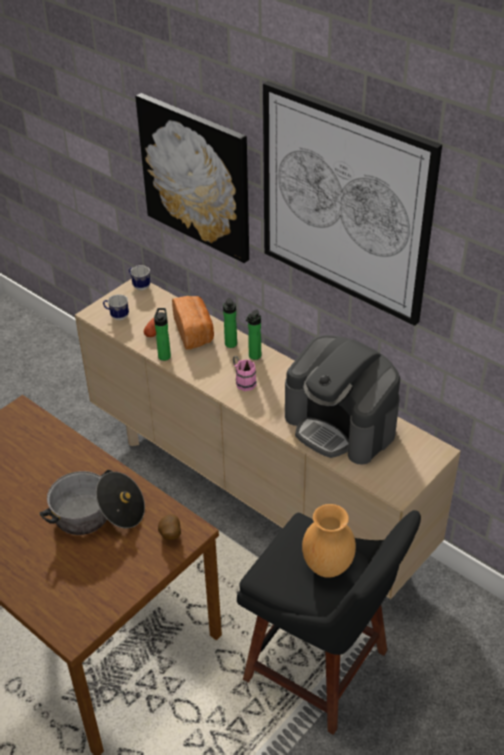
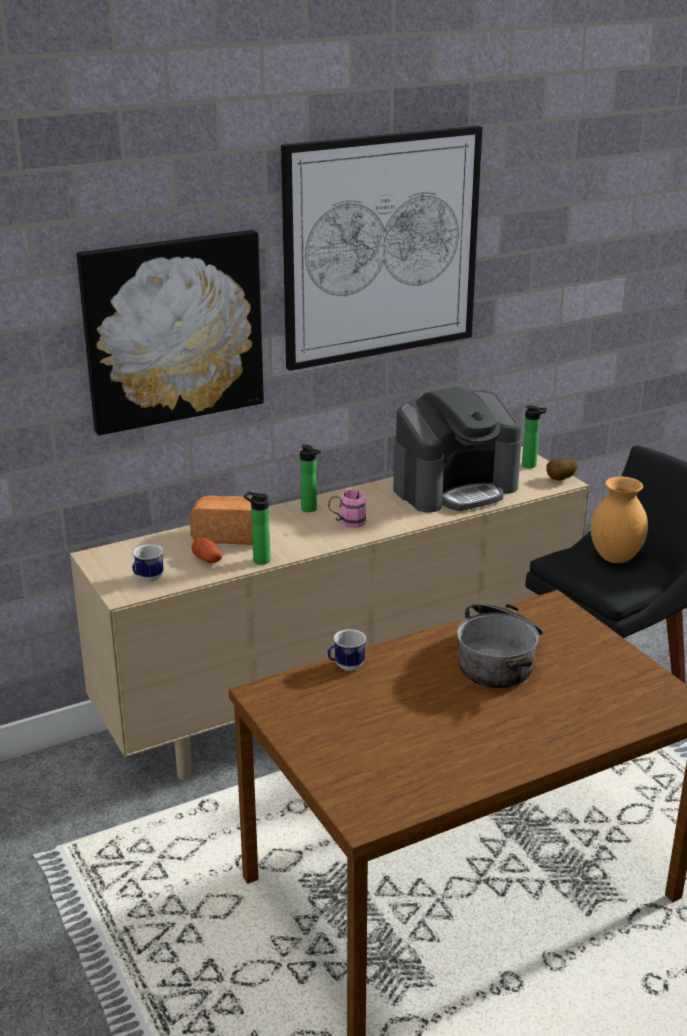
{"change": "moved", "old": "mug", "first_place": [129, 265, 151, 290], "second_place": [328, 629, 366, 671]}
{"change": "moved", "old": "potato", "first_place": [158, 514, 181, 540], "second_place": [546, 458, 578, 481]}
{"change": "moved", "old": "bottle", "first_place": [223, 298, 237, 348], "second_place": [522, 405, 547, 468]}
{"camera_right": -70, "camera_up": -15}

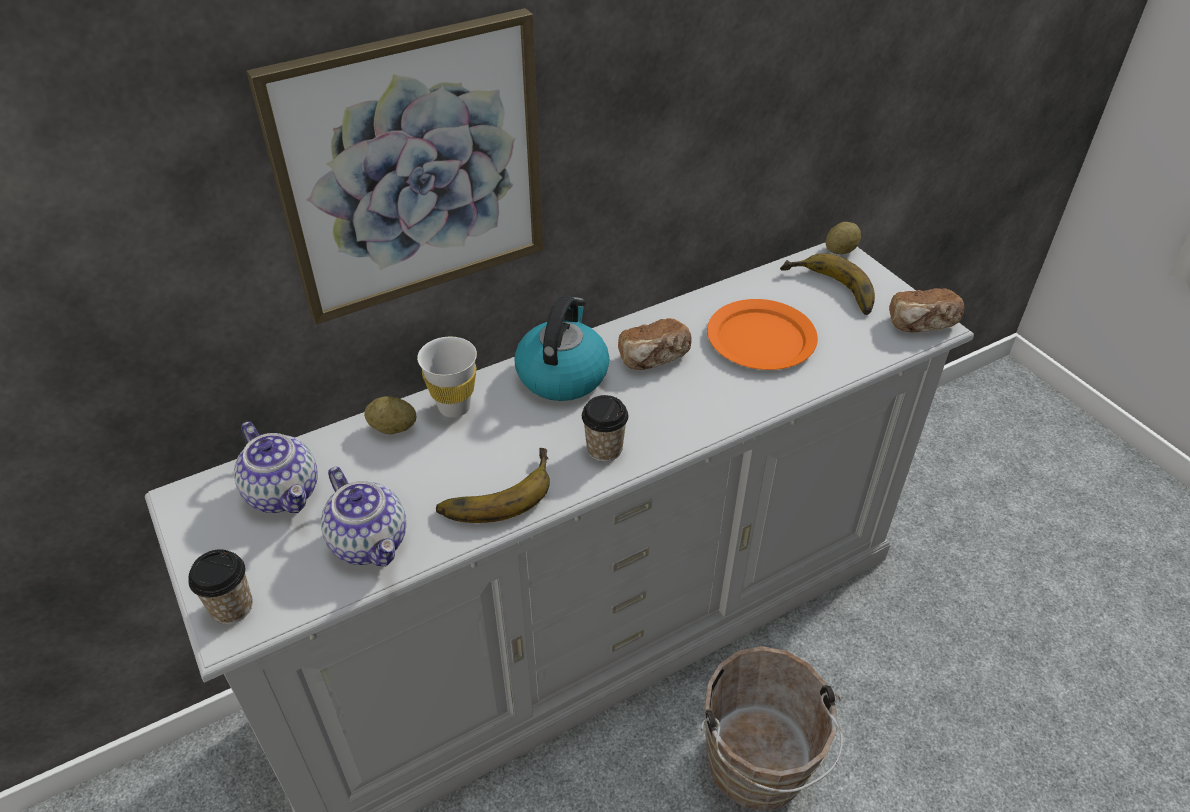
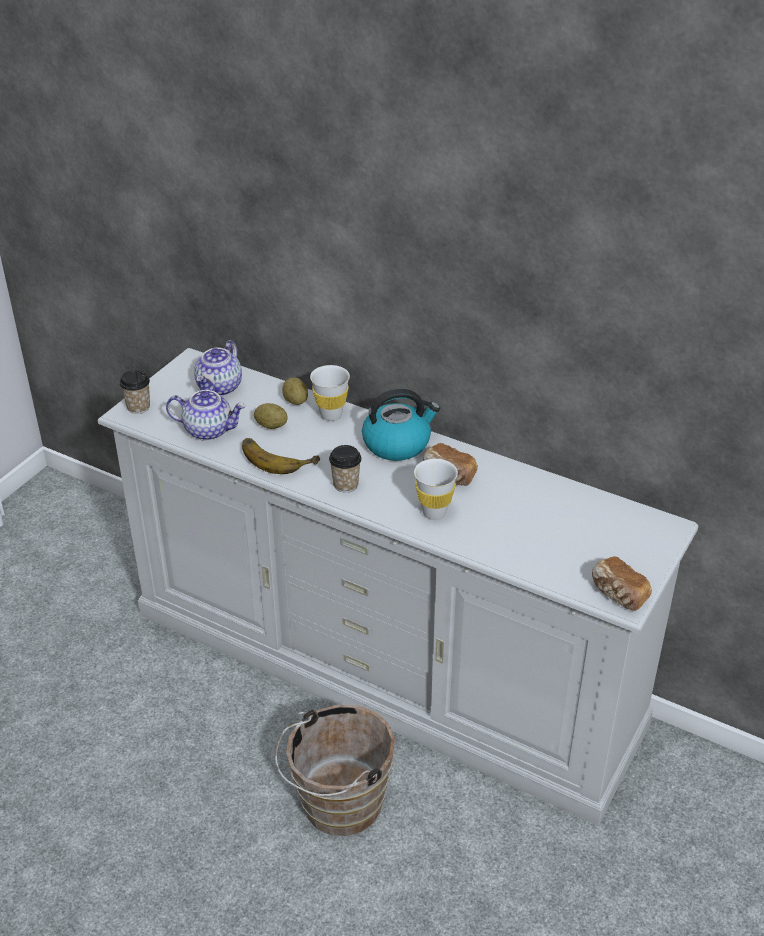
{"change": "removed", "old": "picture", "first_place": [246, 8, 543, 324]}
{"change": "removed", "old": "orange plate", "first_place": [707, 299, 818, 370]}
{"change": "removed", "old": "banana", "first_place": [780, 253, 875, 315]}
{"change": "added", "new": "white cup", "second_place": [414, 459, 458, 520]}
{"change": "moved", "old": "potato", "first_place": [826, 222, 861, 254], "second_place": [254, 403, 288, 429]}
{"change": "turned", "old": "teapot", "first_place": [321, 467, 406, 566], "second_place": [166, 390, 246, 441], "degrees": -105}
{"camera_right": 60, "camera_up": -5}

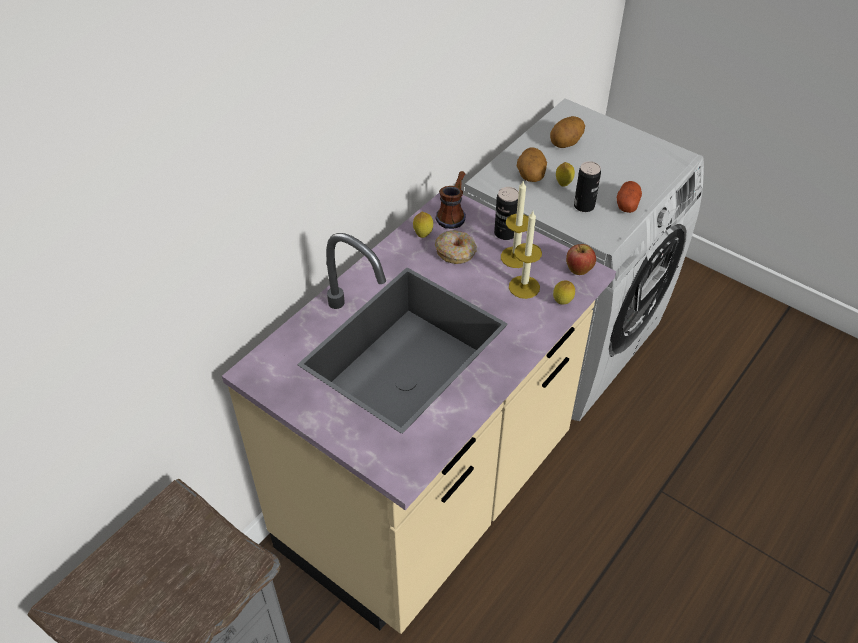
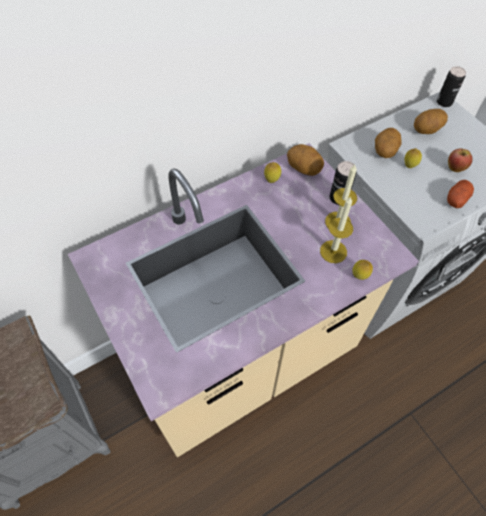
{"change": "removed", "old": "donut", "first_place": [435, 230, 477, 264]}
{"change": "moved", "old": "apple", "first_place": [566, 244, 596, 275], "second_place": [448, 148, 472, 172]}
{"change": "moved", "old": "can", "first_place": [574, 161, 601, 212], "second_place": [437, 66, 466, 107]}
{"change": "replaced", "old": "mug", "new": "potato", "first_place": [436, 171, 466, 229], "second_place": [287, 144, 324, 176]}
{"camera_right": 20, "camera_up": 10}

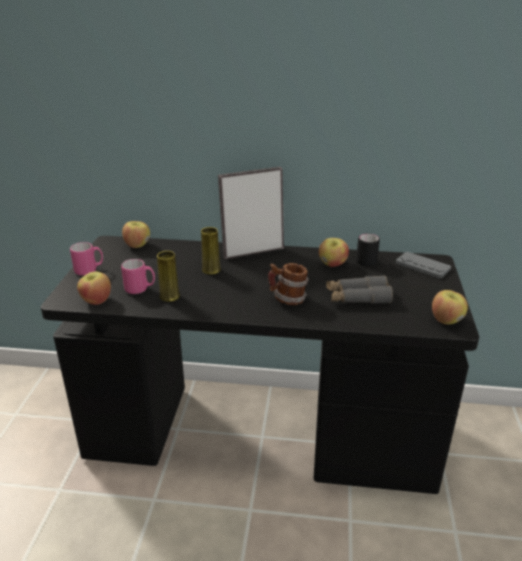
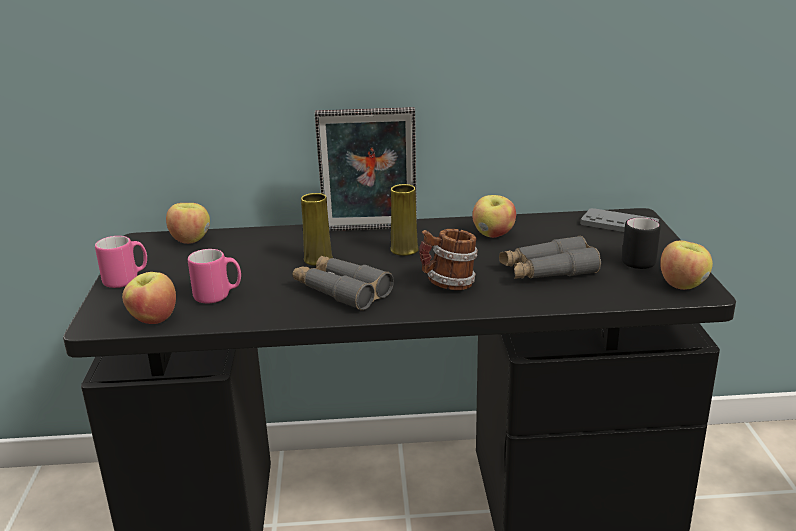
{"change": "added", "new": "grey binoculars", "second_place": [292, 256, 394, 310]}
{"change": "moved", "old": "yellow vase", "first_place": [157, 251, 180, 302], "second_place": [390, 184, 419, 256]}
{"change": "moved", "old": "black mug", "first_place": [356, 233, 380, 266], "second_place": [622, 217, 661, 269]}
{"change": "turned", "old": "picture frame", "first_place": [218, 167, 284, 259], "second_place": [315, 107, 417, 231], "degrees": -150}
{"camera_right": -10, "camera_up": -5}

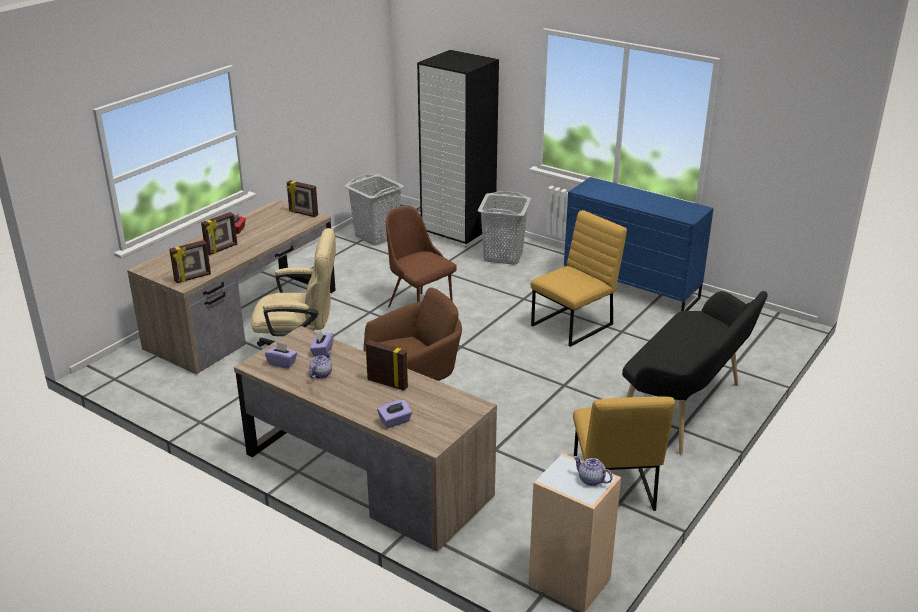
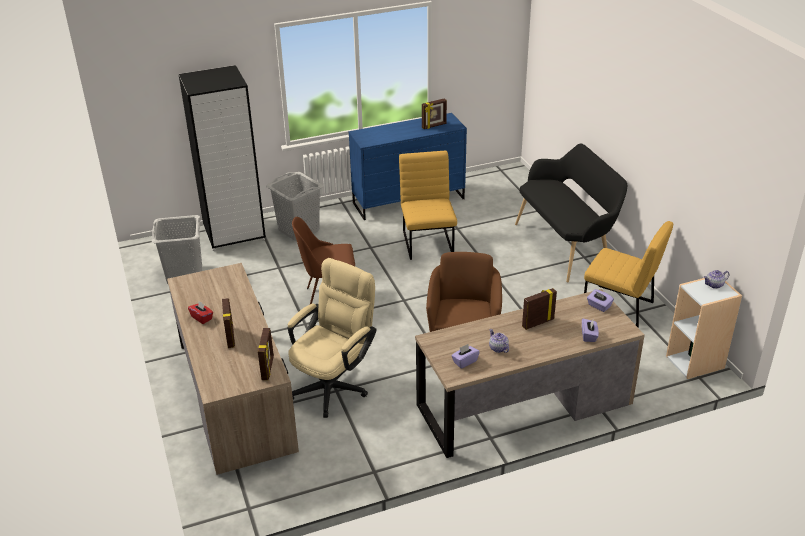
{"change": "moved", "old": "picture frame", "first_place": [286, 180, 318, 217], "second_place": [422, 98, 447, 129]}
{"change": "moved", "old": "purple tissue box", "first_place": [310, 330, 334, 357], "second_place": [587, 289, 614, 312]}
{"camera_right": -55, "camera_up": 5}

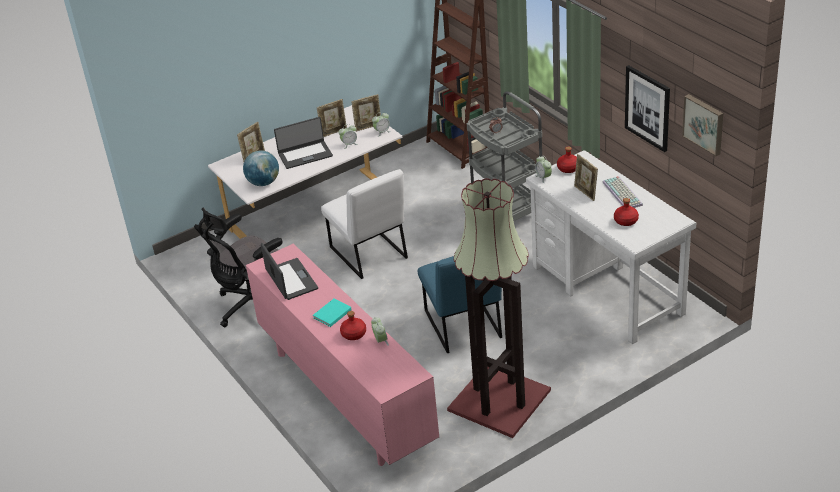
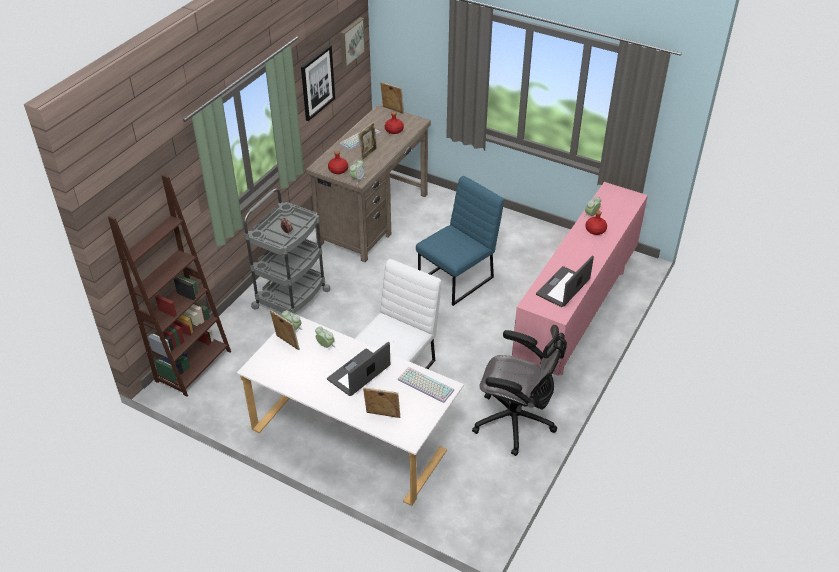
{"change": "removed", "old": "turquoise book", "first_place": [313, 299, 352, 327]}
{"change": "removed", "old": "floor lamp", "first_place": [447, 178, 551, 438]}
{"change": "moved", "old": "picture frame", "first_place": [317, 99, 347, 137], "second_place": [380, 82, 404, 114]}
{"change": "replaced", "old": "globe", "new": "keyboard", "first_place": [243, 150, 279, 186], "second_place": [398, 367, 454, 403]}
{"change": "recoloured", "old": "white desk", "new": "brown desk", "first_place": [526, 150, 696, 344], "second_place": [306, 104, 431, 262]}
{"change": "turned", "old": "laptop", "first_place": [274, 117, 333, 169], "second_place": [327, 342, 390, 396], "degrees": -90}
{"camera_right": -120, "camera_up": 5}

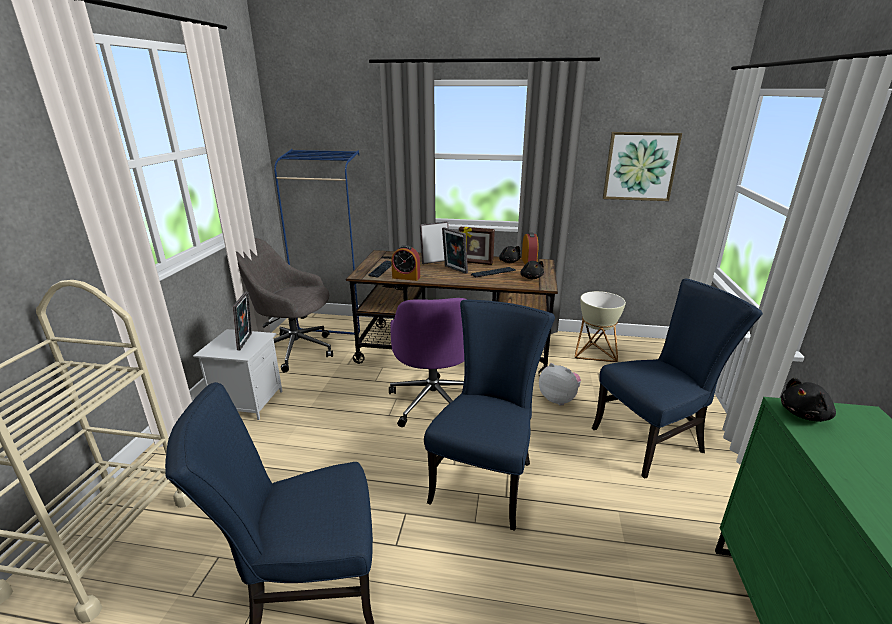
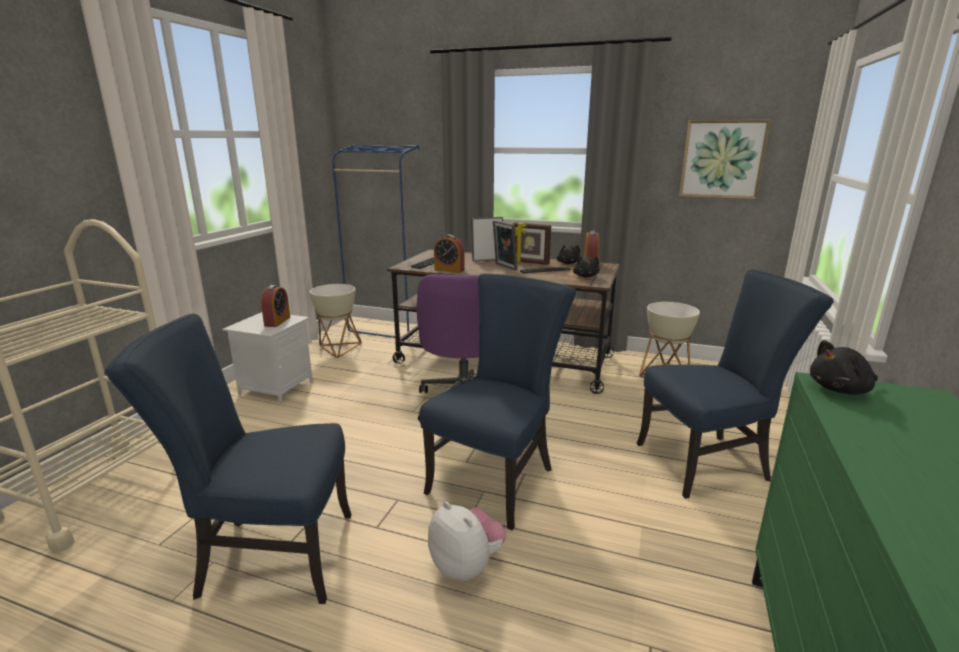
{"change": "moved", "old": "plush toy", "first_place": [539, 363, 581, 406], "second_place": [428, 502, 506, 581]}
{"change": "replaced", "old": "picture frame", "new": "alarm clock", "first_place": [233, 292, 252, 350], "second_place": [261, 285, 290, 327]}
{"change": "replaced", "old": "grey office chair", "new": "planter", "first_place": [236, 238, 333, 372], "second_place": [310, 284, 361, 358]}
{"camera_right": 10, "camera_up": -5}

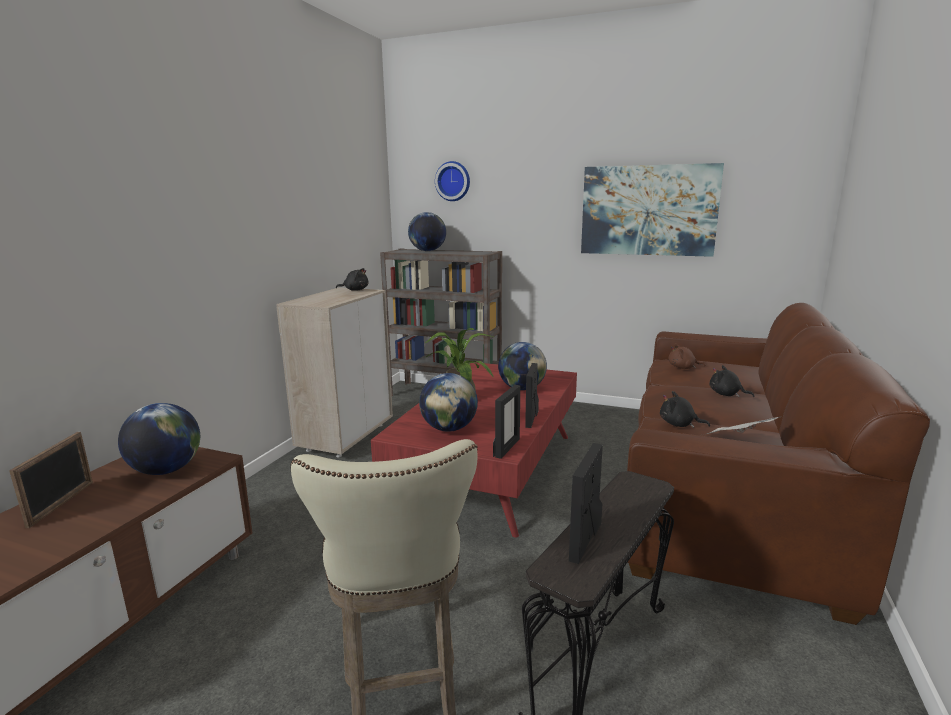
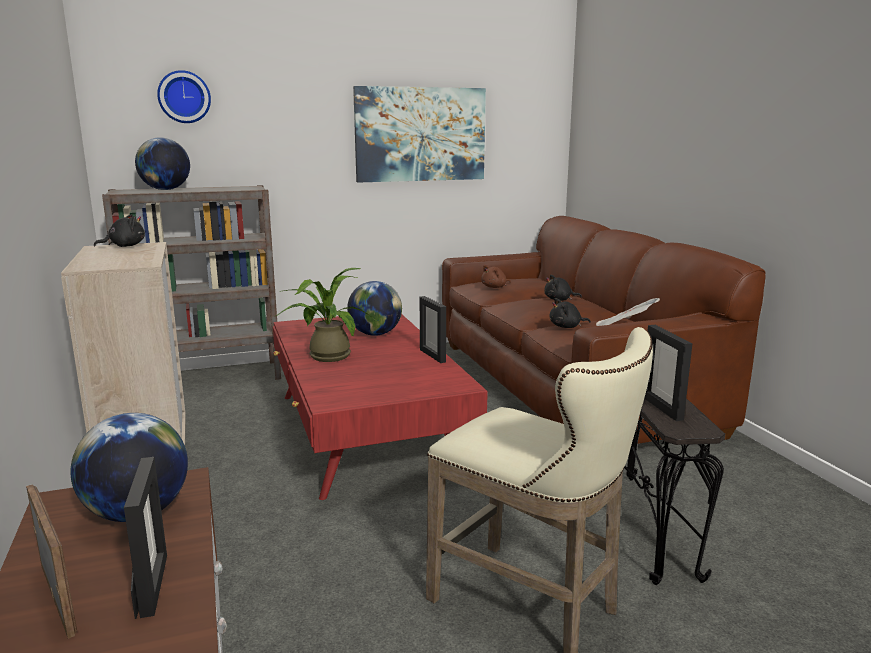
{"change": "removed", "old": "globe", "first_place": [419, 373, 478, 432]}
{"change": "moved", "old": "picture frame", "first_place": [493, 385, 520, 459], "second_place": [124, 457, 167, 619]}
{"camera_right": -40, "camera_up": 0}

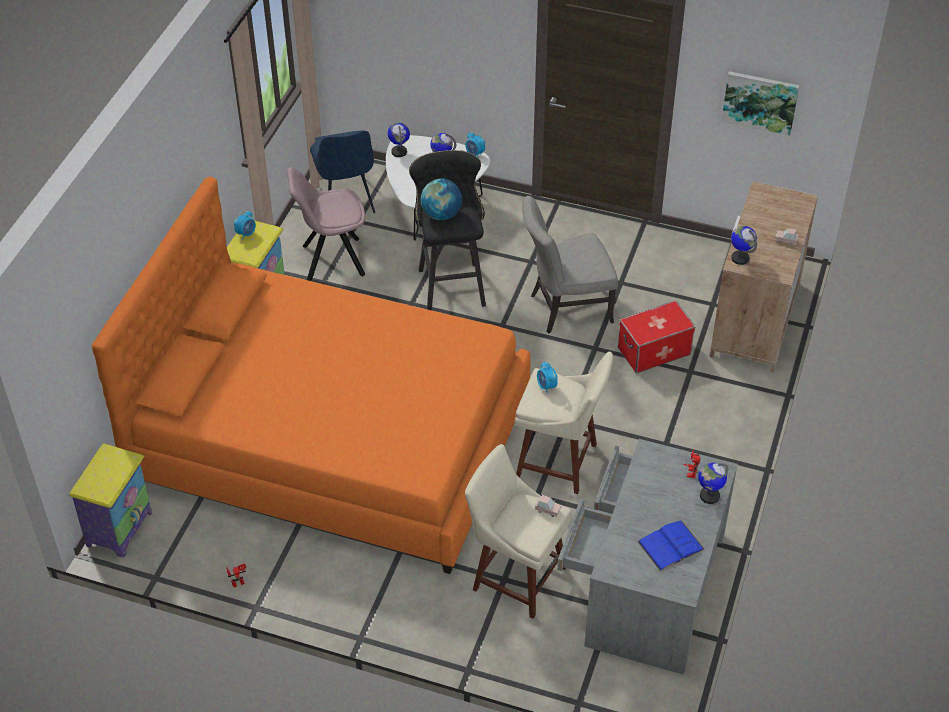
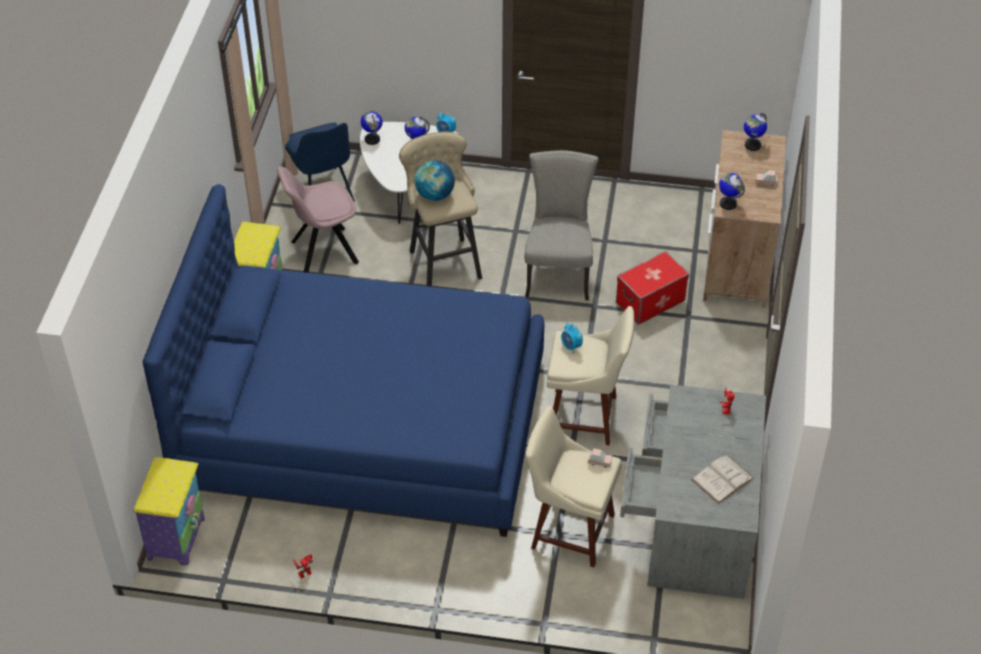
{"change": "removed", "old": "alarm clock", "first_place": [234, 210, 256, 240]}
{"change": "removed", "old": "picture", "first_place": [721, 71, 800, 136]}
{"change": "moved", "old": "globe", "first_place": [698, 463, 728, 504], "second_place": [744, 113, 767, 151]}
{"change": "recoloured", "old": "orange bed", "new": "blue bed", "first_place": [92, 177, 531, 574], "second_place": [143, 184, 544, 537]}
{"change": "recoloured", "old": "black stool", "new": "beige stool", "first_place": [409, 150, 486, 310], "second_place": [399, 132, 482, 287]}
{"change": "recoloured", "old": "blue book", "new": "white book", "first_place": [637, 520, 705, 571], "second_place": [691, 455, 754, 504]}
{"change": "turned", "old": "grey chair", "first_place": [522, 196, 618, 333], "second_place": [524, 150, 599, 301], "degrees": 120}
{"camera_right": -10, "camera_up": 0}

